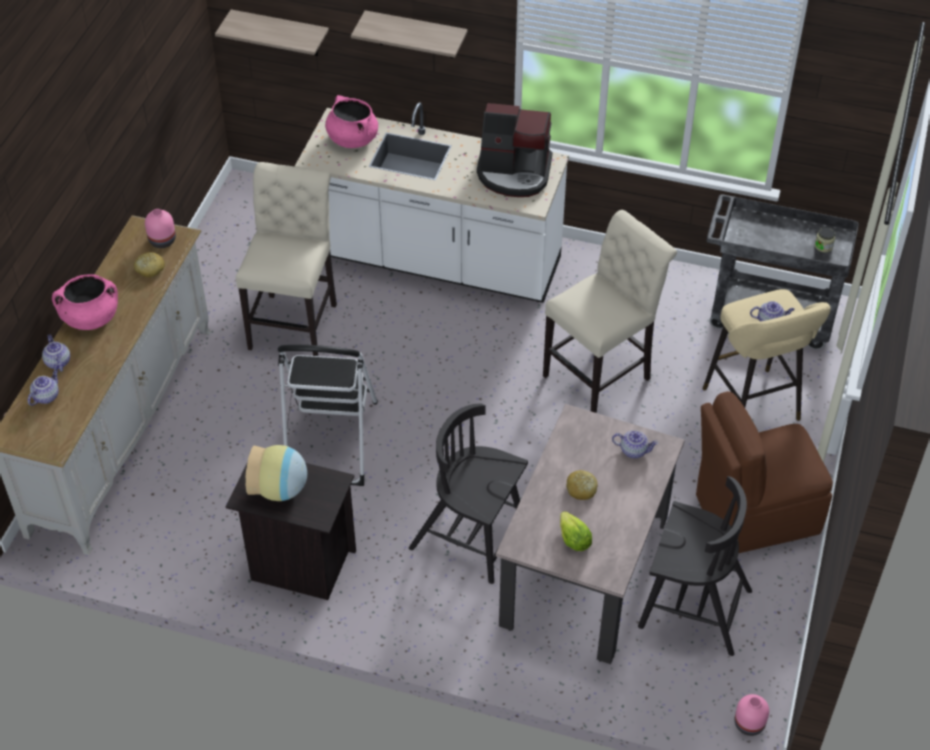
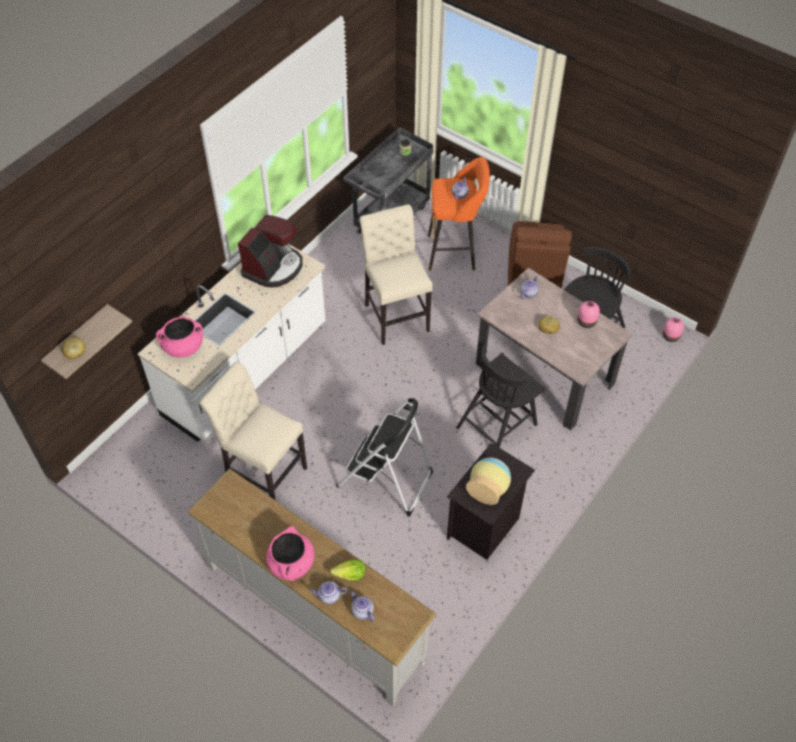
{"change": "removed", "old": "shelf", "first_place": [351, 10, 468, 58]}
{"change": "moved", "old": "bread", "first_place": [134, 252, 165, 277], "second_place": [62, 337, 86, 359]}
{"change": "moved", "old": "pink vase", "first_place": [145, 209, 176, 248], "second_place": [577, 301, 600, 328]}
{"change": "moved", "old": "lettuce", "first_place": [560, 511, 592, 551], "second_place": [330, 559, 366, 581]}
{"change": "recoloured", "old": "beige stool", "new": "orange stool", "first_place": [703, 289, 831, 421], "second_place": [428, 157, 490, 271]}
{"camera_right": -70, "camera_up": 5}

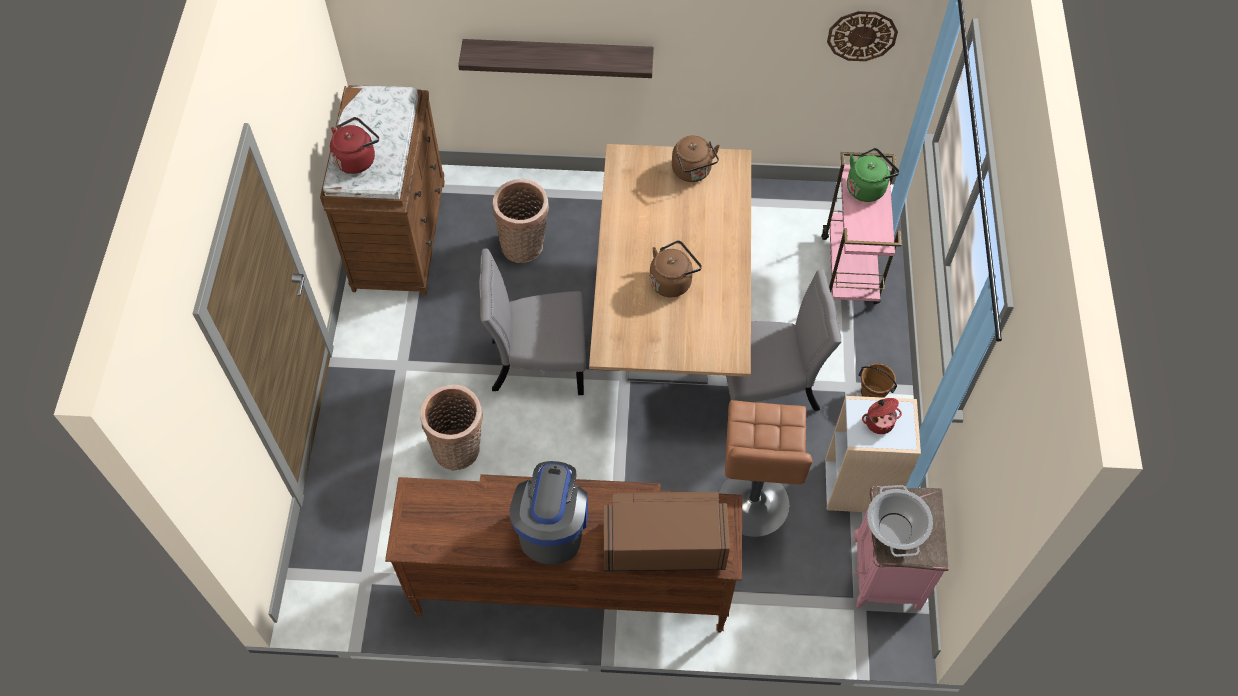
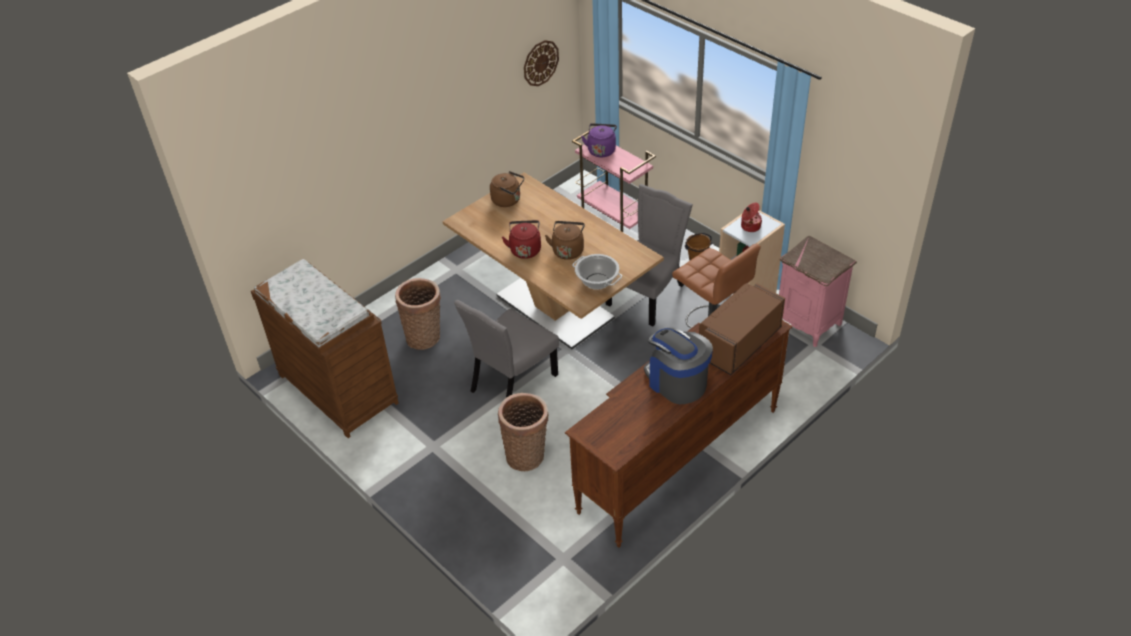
{"change": "removed", "old": "shelf", "first_place": [458, 39, 654, 78]}
{"change": "moved", "old": "red kettle", "first_place": [330, 117, 379, 174], "second_place": [502, 220, 541, 259]}
{"change": "moved", "old": "cooking pot", "first_place": [867, 485, 933, 557], "second_place": [572, 254, 622, 290]}
{"change": "recoloured", "old": "green kettle", "new": "purple kettle", "first_place": [847, 148, 900, 202], "second_place": [581, 123, 617, 157]}
{"camera_right": -45, "camera_up": -15}

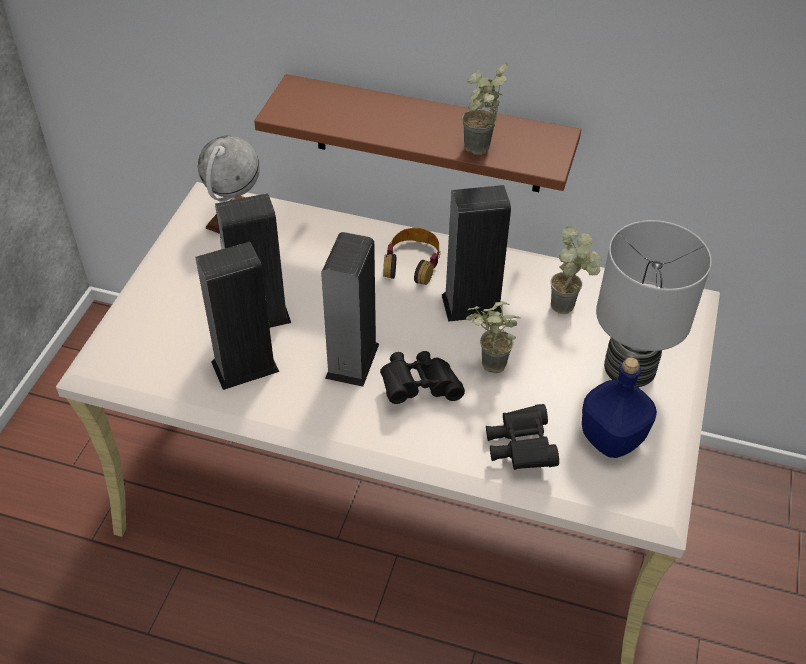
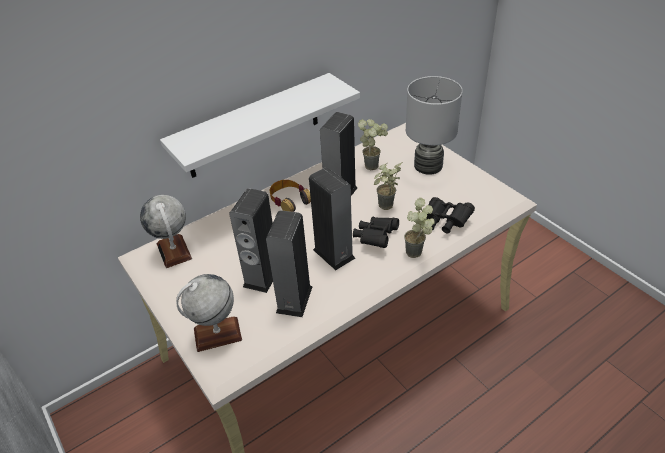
{"change": "removed", "old": "blue bottle", "first_place": [582, 357, 657, 458]}
{"change": "added", "new": "globe", "second_place": [176, 274, 242, 352]}
{"change": "moved", "old": "potted plant", "first_place": [462, 62, 508, 155], "second_place": [404, 198, 435, 258]}
{"change": "recoloured", "old": "brown shelf", "new": "white shelf", "first_place": [254, 74, 581, 192], "second_place": [160, 73, 360, 178]}
{"camera_right": -50, "camera_up": -5}

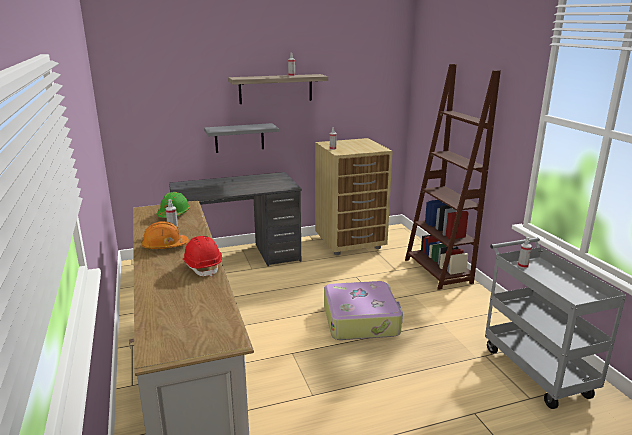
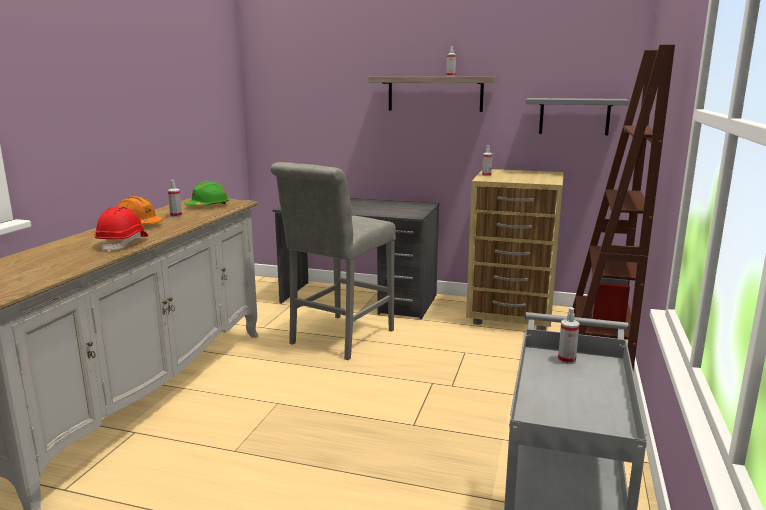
{"change": "removed", "old": "suitcase", "first_place": [324, 281, 403, 340]}
{"change": "added", "new": "grey stool", "second_place": [270, 162, 396, 360]}
{"change": "moved", "old": "grey shelf", "first_place": [204, 123, 279, 153], "second_place": [525, 98, 629, 135]}
{"camera_right": 35, "camera_up": -5}

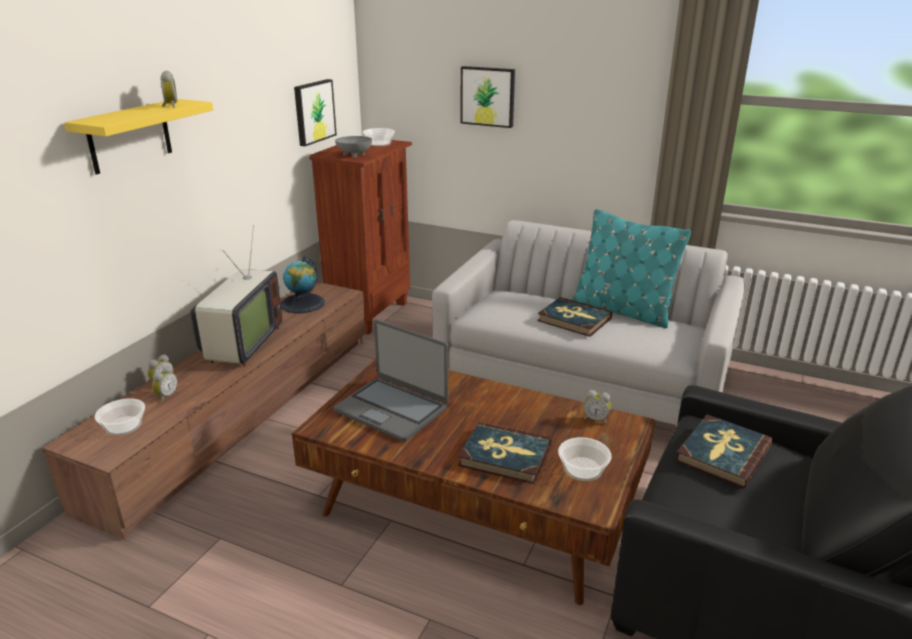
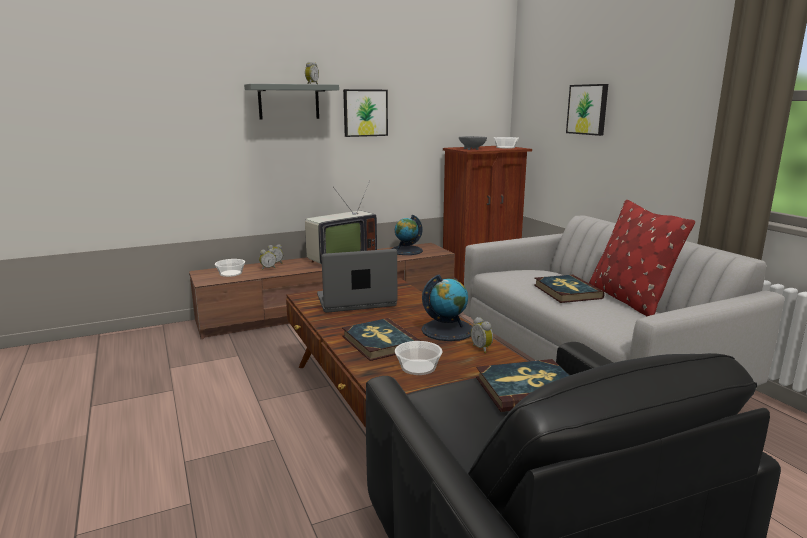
{"change": "added", "new": "globe", "second_place": [422, 274, 472, 341]}
{"change": "moved", "old": "picture", "first_place": [294, 79, 337, 146], "second_place": [343, 89, 388, 137]}
{"change": "recoloured", "old": "yellow shelf", "new": "grey shelf", "first_place": [64, 99, 213, 174], "second_place": [244, 84, 339, 120]}
{"change": "recoloured", "old": "turquoise pillow", "new": "red pillow", "first_place": [572, 209, 691, 328], "second_place": [589, 200, 695, 316]}
{"change": "turned", "old": "laptop", "first_place": [334, 319, 448, 442], "second_place": [317, 249, 397, 313], "degrees": 90}
{"camera_right": 40, "camera_up": -10}

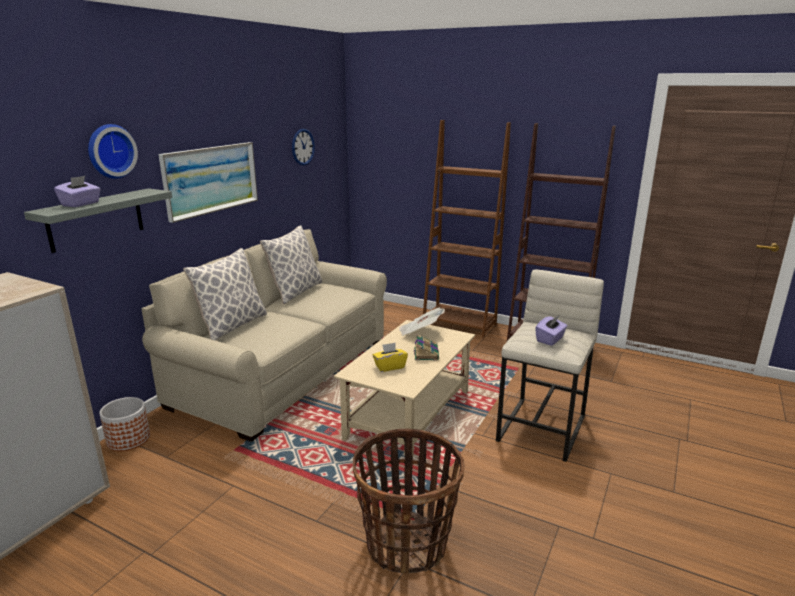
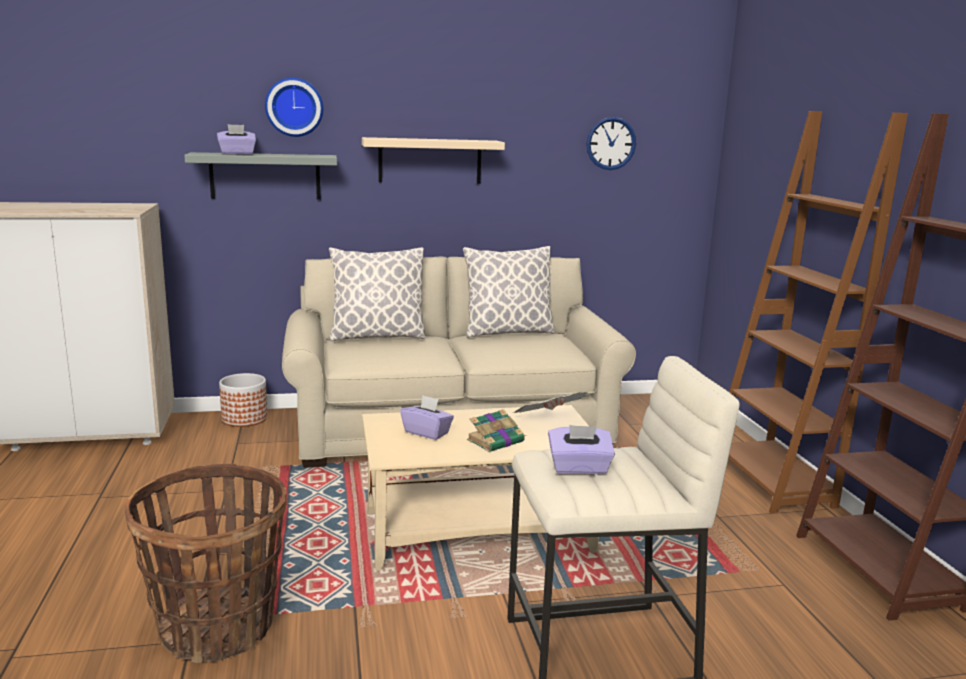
{"change": "replaced", "old": "picture", "new": "beige shelf", "first_place": [158, 142, 258, 223], "second_place": [362, 137, 505, 184]}
{"change": "recoloured", "old": "yellow tissue box", "new": "purple tissue box", "first_place": [373, 343, 408, 372], "second_place": [400, 395, 454, 440]}
{"camera_right": 50, "camera_up": -5}

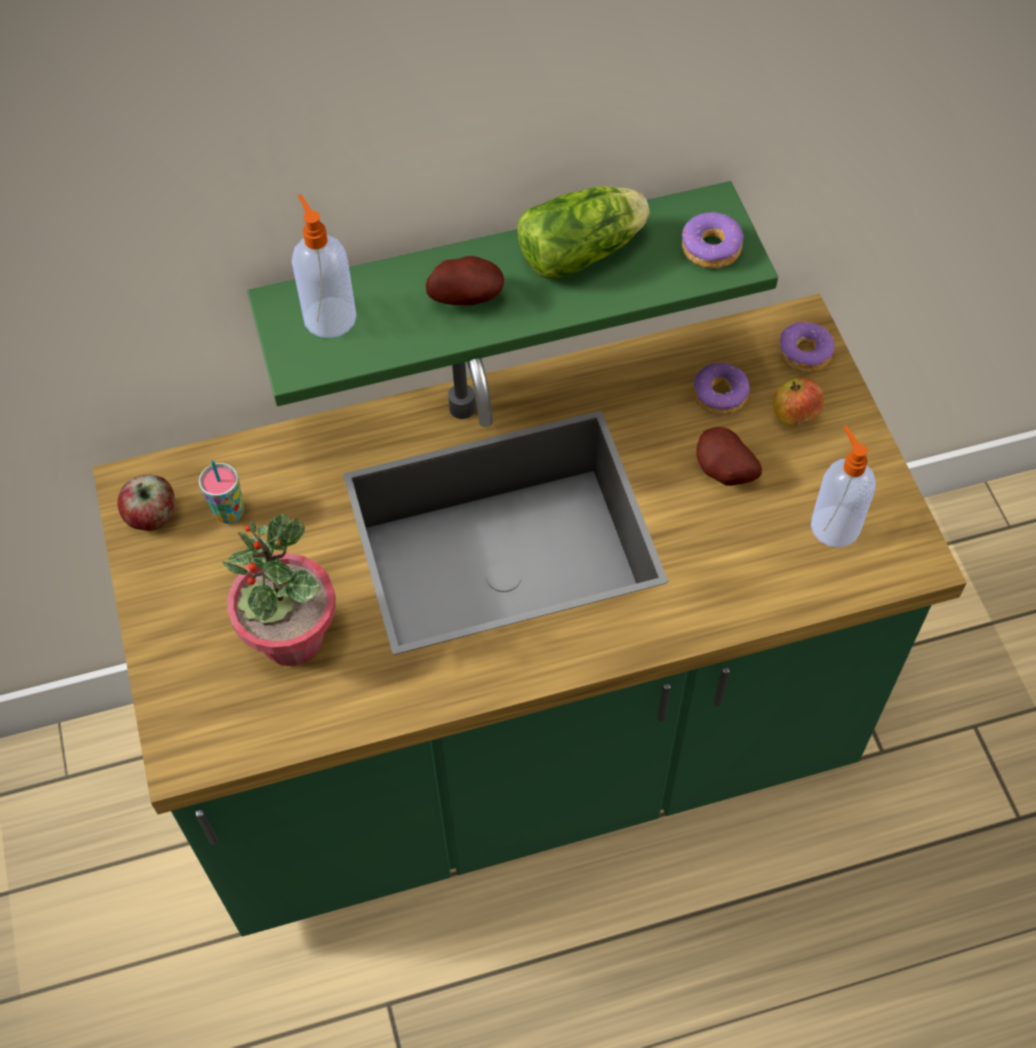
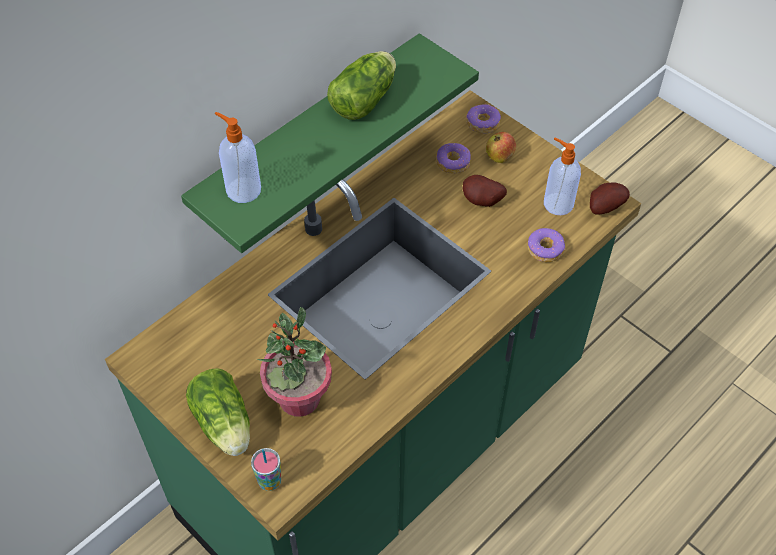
{"change": "removed", "old": "apple", "first_place": [117, 475, 175, 531]}
{"change": "added", "new": "lettuce", "second_place": [186, 368, 250, 456]}
{"change": "moved", "old": "cup", "first_place": [199, 460, 244, 524], "second_place": [251, 448, 281, 491]}
{"change": "moved", "old": "potato", "first_place": [426, 256, 504, 305], "second_place": [590, 183, 630, 215]}
{"change": "moved", "old": "donut", "first_place": [682, 212, 744, 269], "second_place": [528, 228, 565, 262]}
{"camera_right": -30, "camera_up": -5}

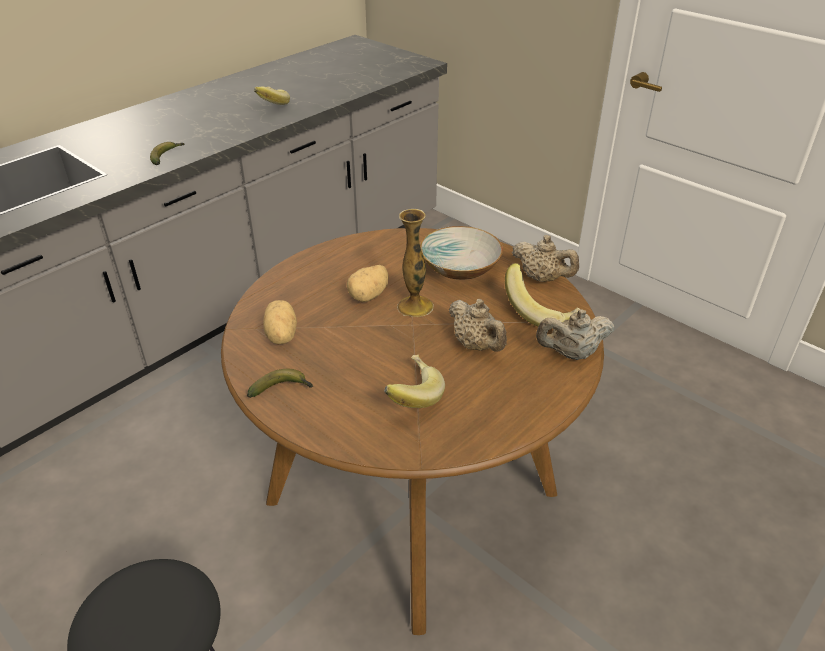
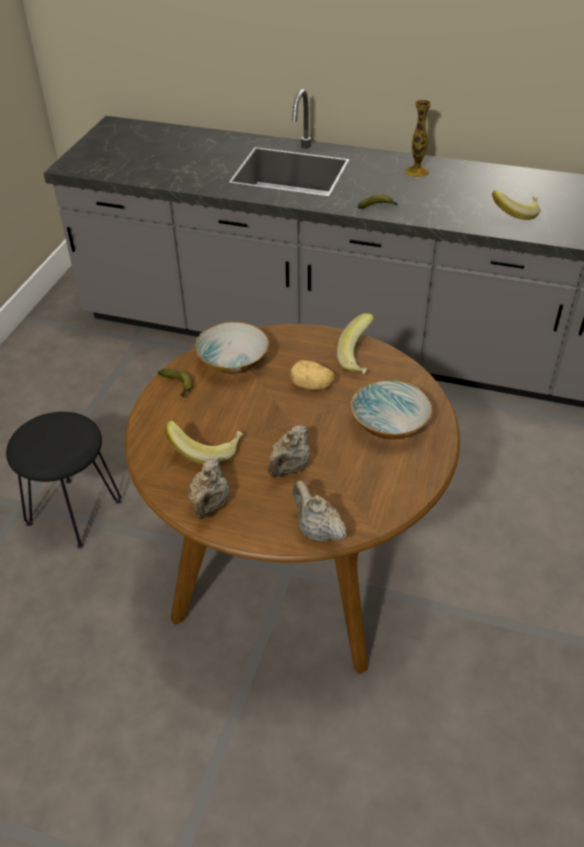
{"change": "moved", "old": "vase", "first_place": [397, 209, 434, 317], "second_place": [404, 99, 432, 178]}
{"change": "moved", "old": "banana", "first_place": [505, 263, 580, 329], "second_place": [337, 313, 374, 374]}
{"change": "moved", "old": "beige teapot", "first_place": [512, 235, 579, 282], "second_place": [188, 458, 229, 519]}
{"change": "replaced", "old": "potato", "new": "bowl", "first_place": [263, 300, 297, 344], "second_place": [195, 322, 269, 374]}
{"camera_right": 65, "camera_up": 5}

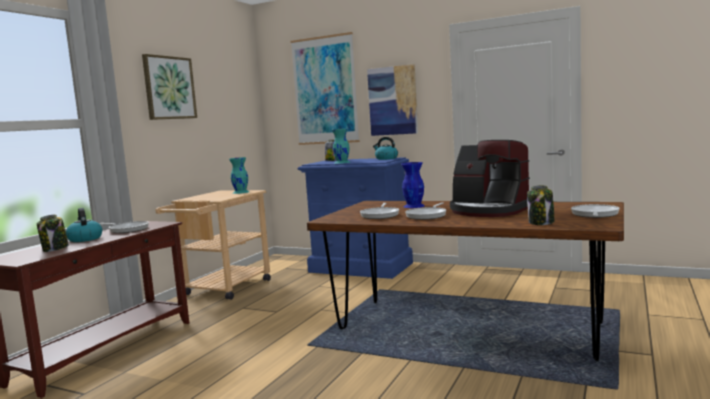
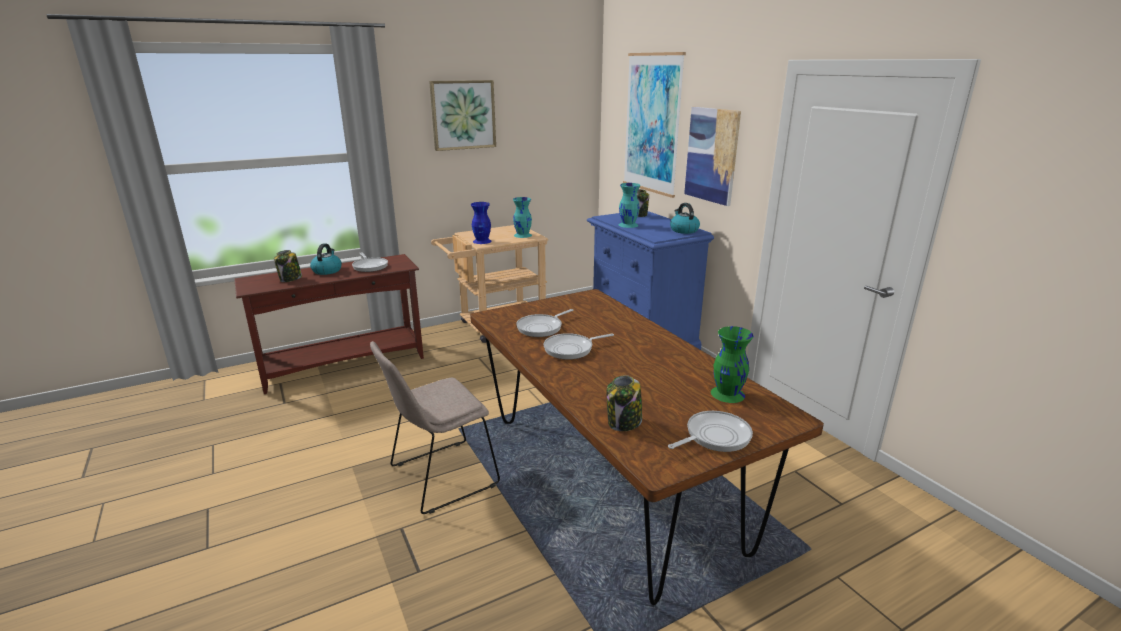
{"change": "removed", "old": "coffee machine", "first_place": [450, 140, 530, 217]}
{"change": "added", "new": "beige chair", "second_place": [370, 341, 500, 514]}
{"change": "added", "new": "green vase", "second_place": [711, 326, 754, 403]}
{"change": "moved", "old": "blue vase", "first_place": [401, 162, 425, 208], "second_place": [471, 202, 492, 244]}
{"camera_right": 35, "camera_up": 15}

